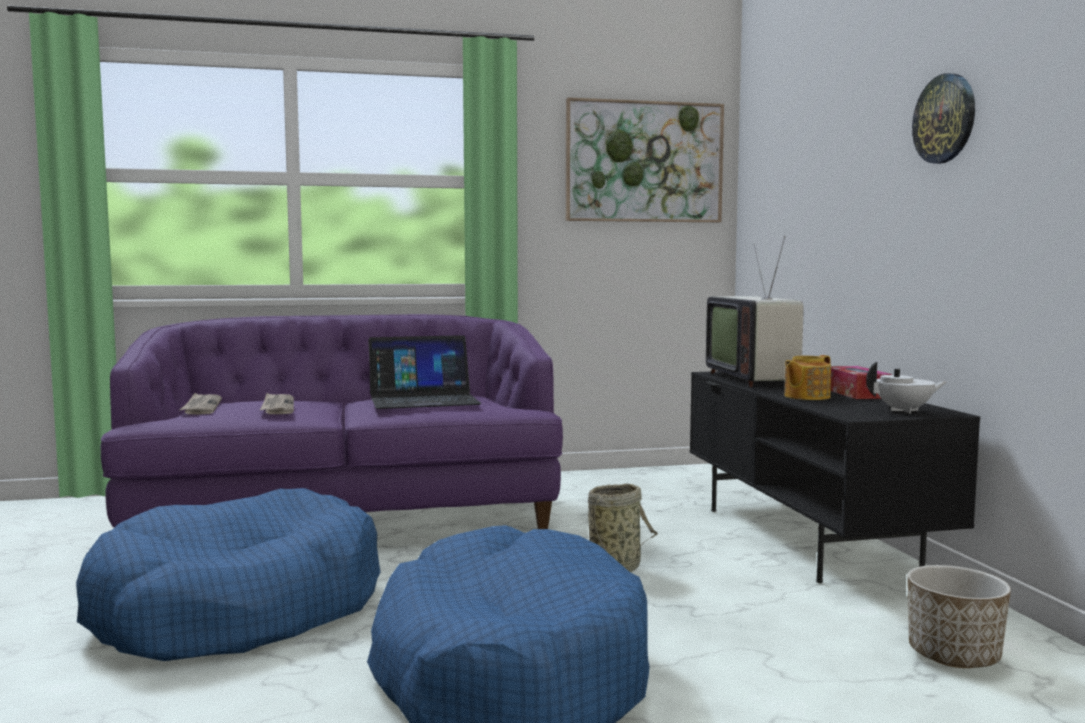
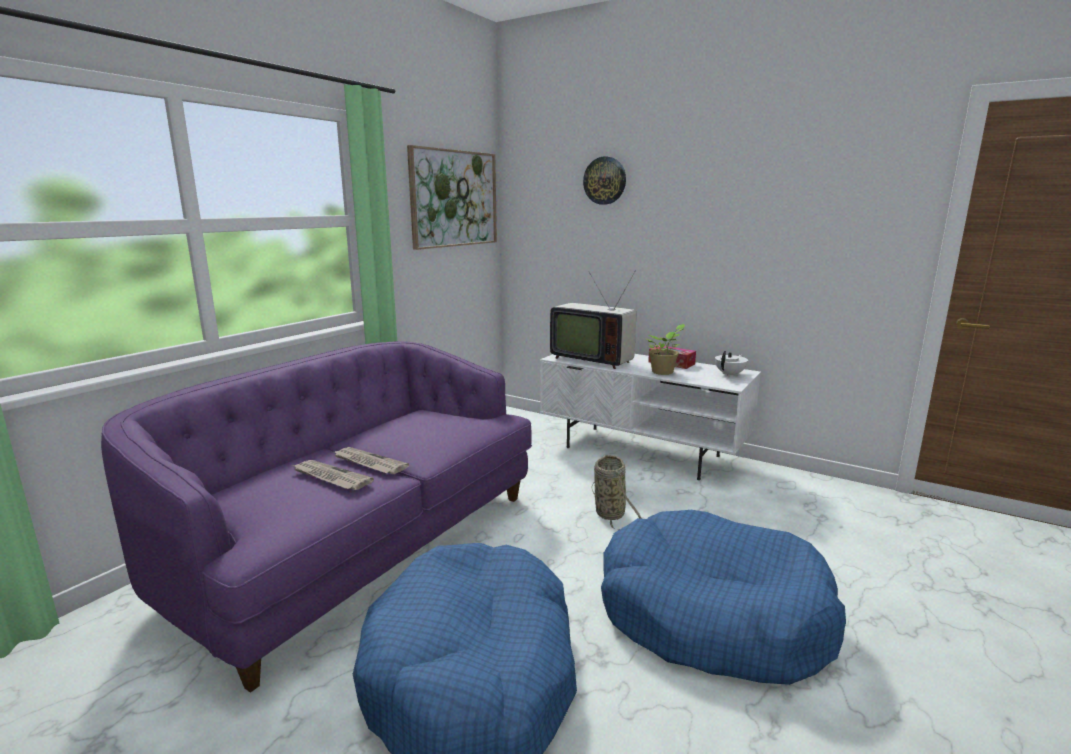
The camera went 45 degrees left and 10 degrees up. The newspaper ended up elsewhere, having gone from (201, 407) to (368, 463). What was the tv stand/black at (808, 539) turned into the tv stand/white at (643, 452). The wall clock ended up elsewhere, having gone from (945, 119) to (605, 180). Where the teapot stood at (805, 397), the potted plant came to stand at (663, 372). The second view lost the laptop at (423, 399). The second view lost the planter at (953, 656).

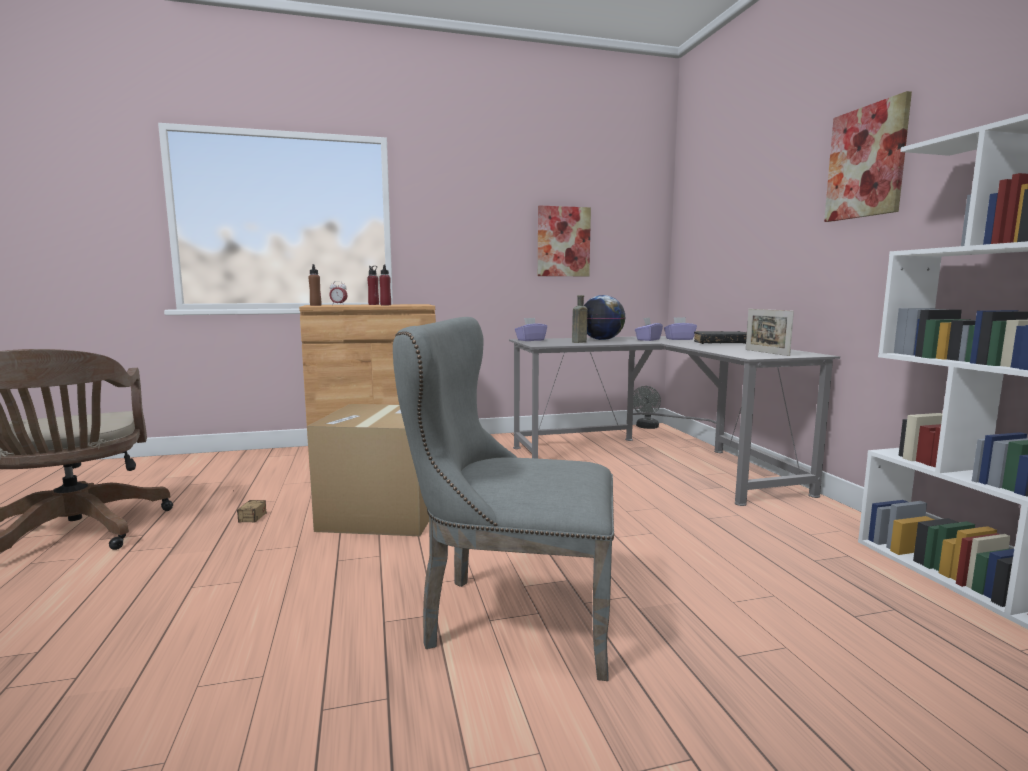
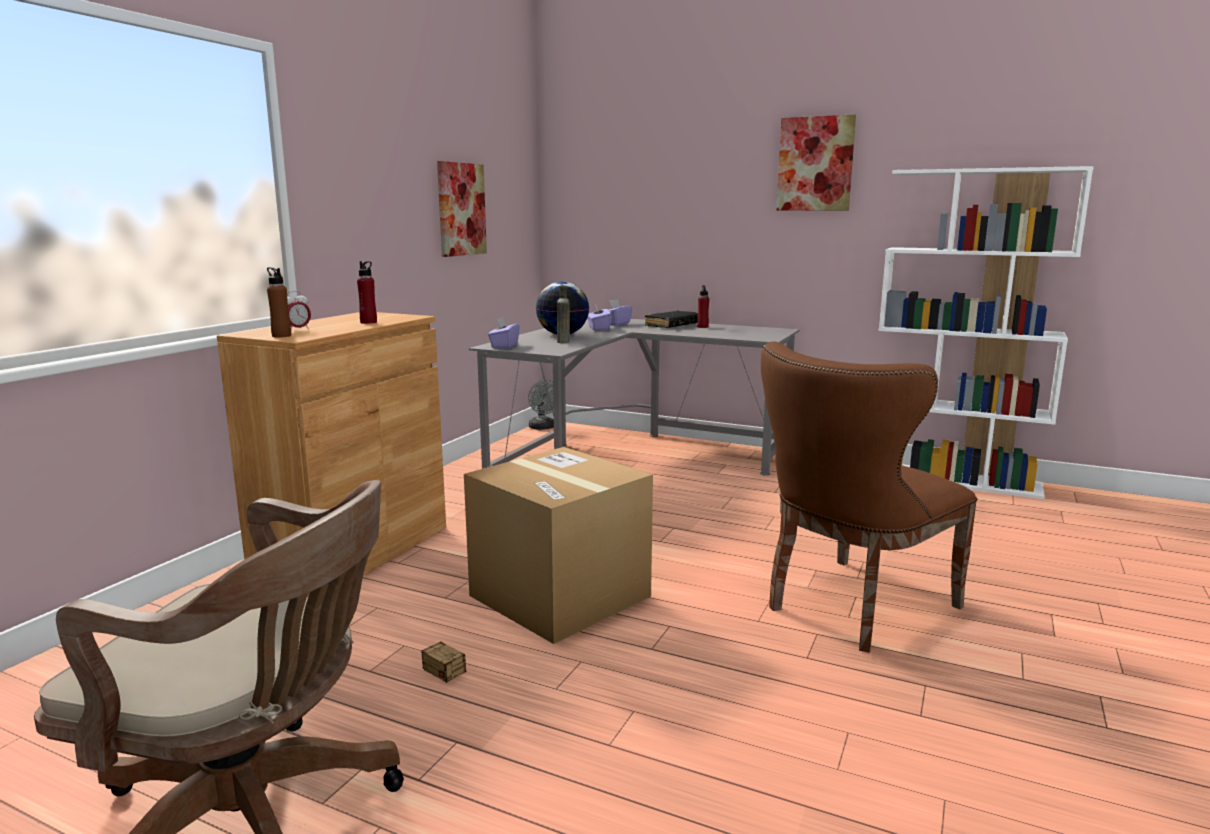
The camera went 50 degrees left and 5 degrees up. The bottle/red ended up elsewhere, having gone from (373, 304) to (702, 327). What was the chair/grey at (508, 617) turned into the chair/brown at (852, 609). The second view lost the picture frame at (766, 352).

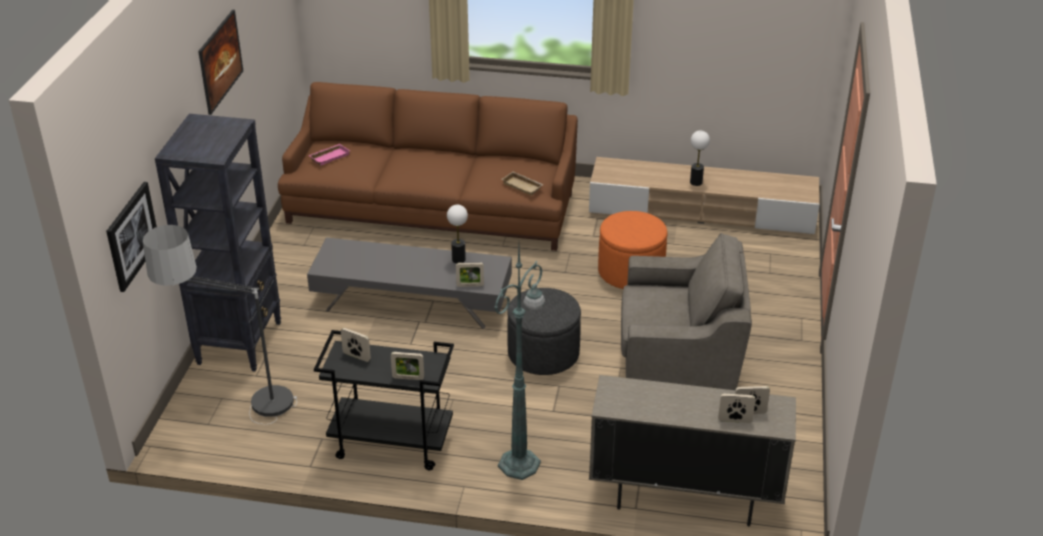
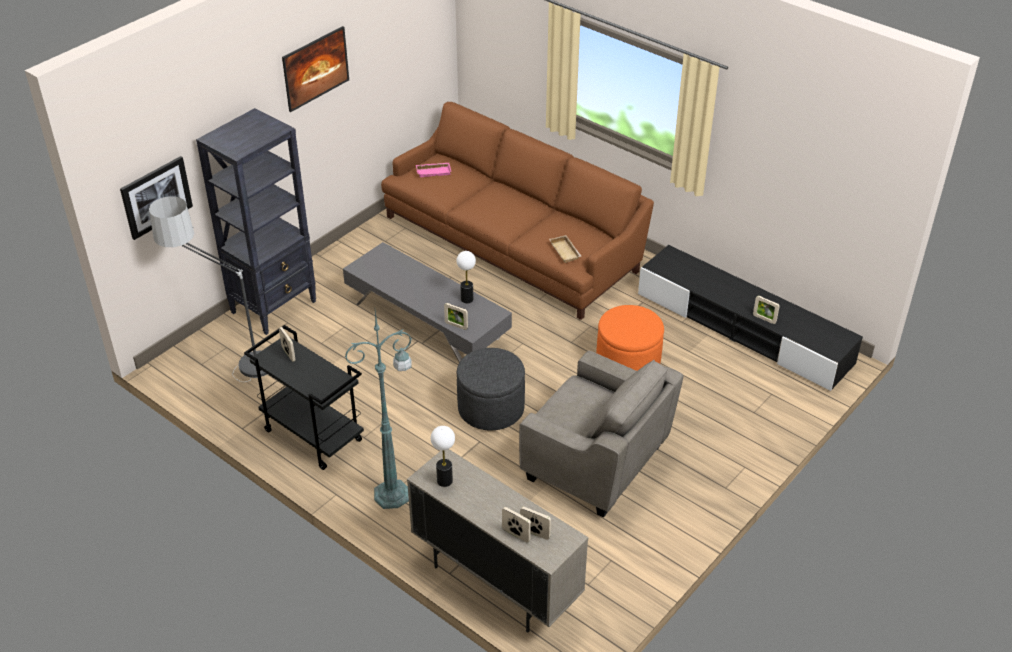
The camera went 30 degrees right and 5 degrees up. The table lamp ended up elsewhere, having gone from (696, 182) to (444, 480). What was the tv stand/beige at (702, 211) turned into the tv stand/black at (743, 329). The picture frame ended up elsewhere, having gone from (408, 378) to (764, 319).

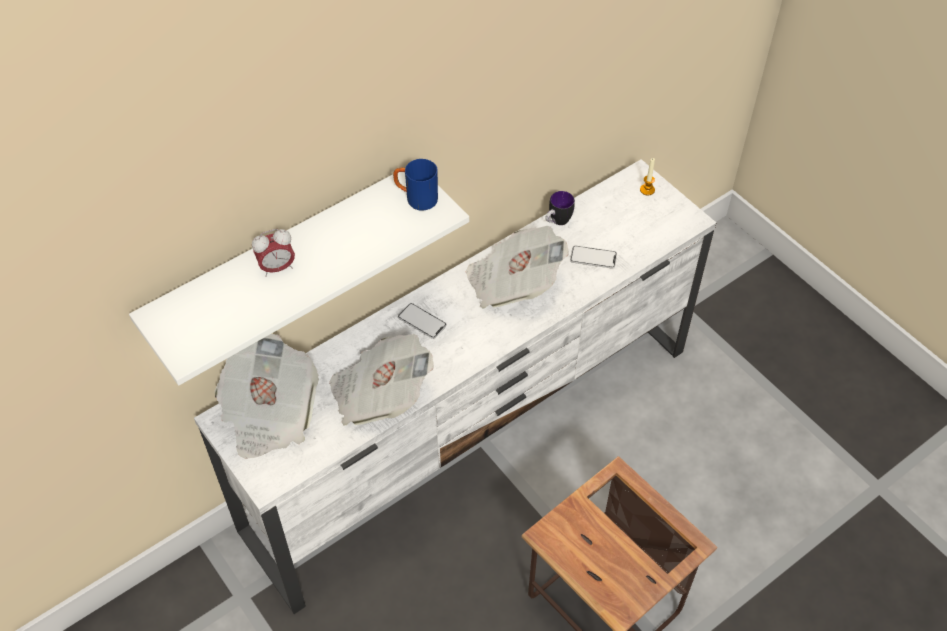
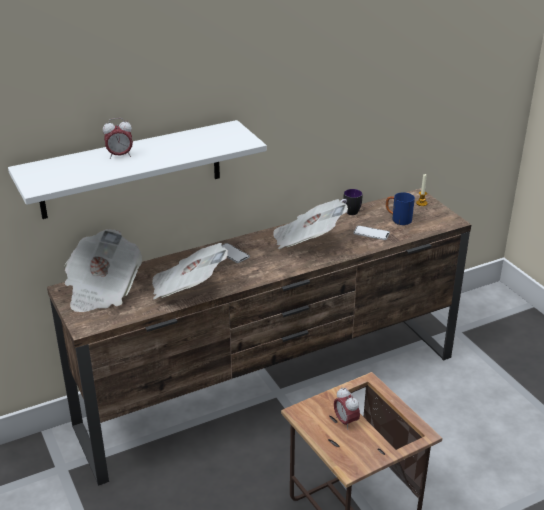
The camera went 10 degrees right and 20 degrees down. What was the tv stand/white at (474, 436) turned into the tv stand/brown at (273, 390). The second view gained the alarm clock at (345, 421). The mug/blue ended up elsewhere, having gone from (416, 198) to (398, 219).

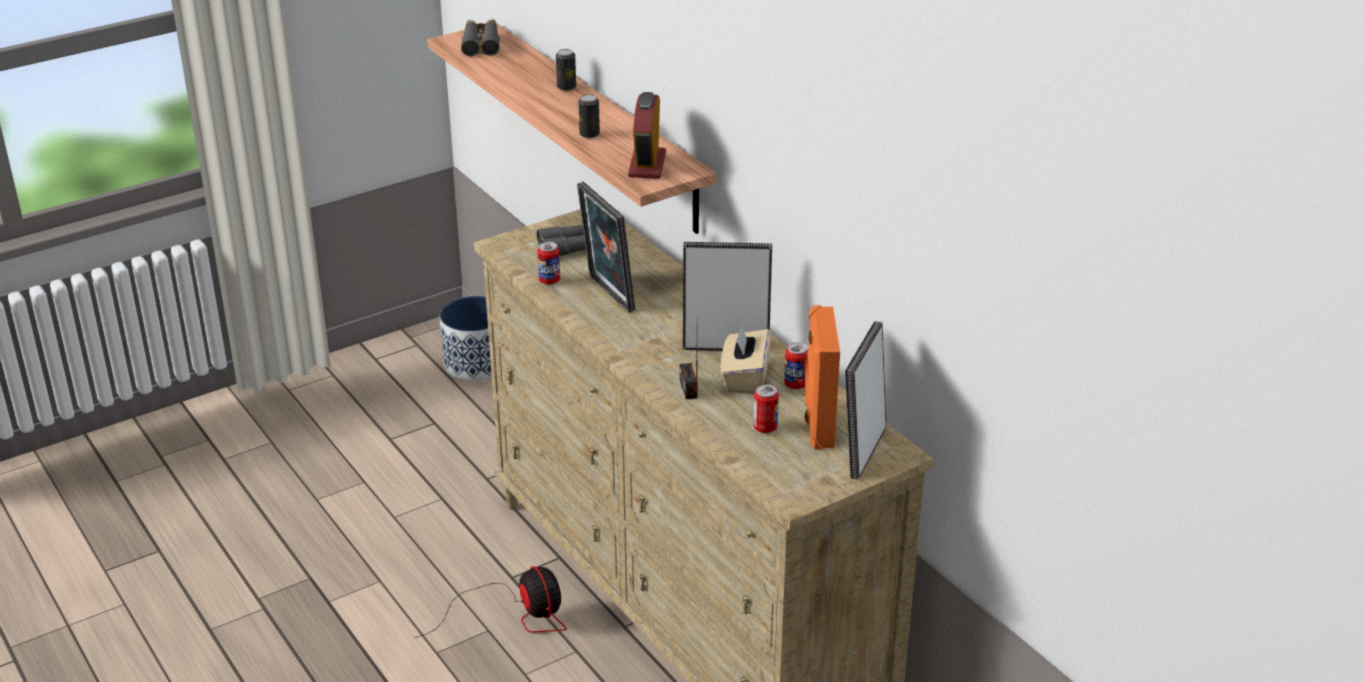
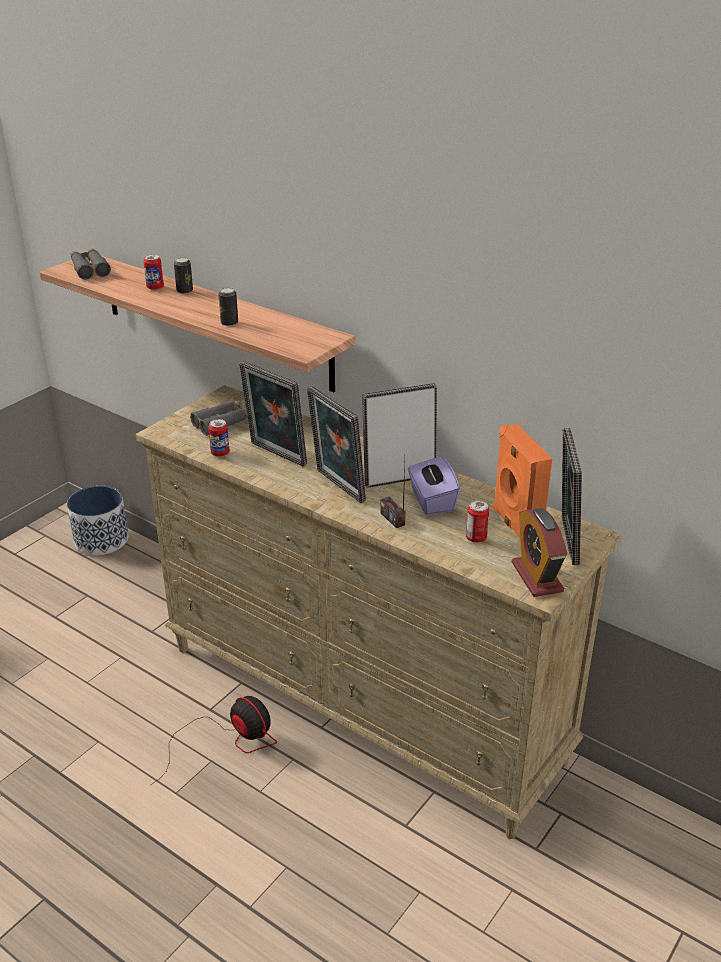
The camera went 20 degrees left and 0 degrees up. The can ended up elsewhere, having gone from (795, 384) to (155, 288). The second view gained the picture frame at (337, 487). What was the tissue box/beige at (745, 378) turned into the tissue box/purple at (431, 500). The alarm clock ended up elsewhere, having gone from (647, 165) to (537, 577).

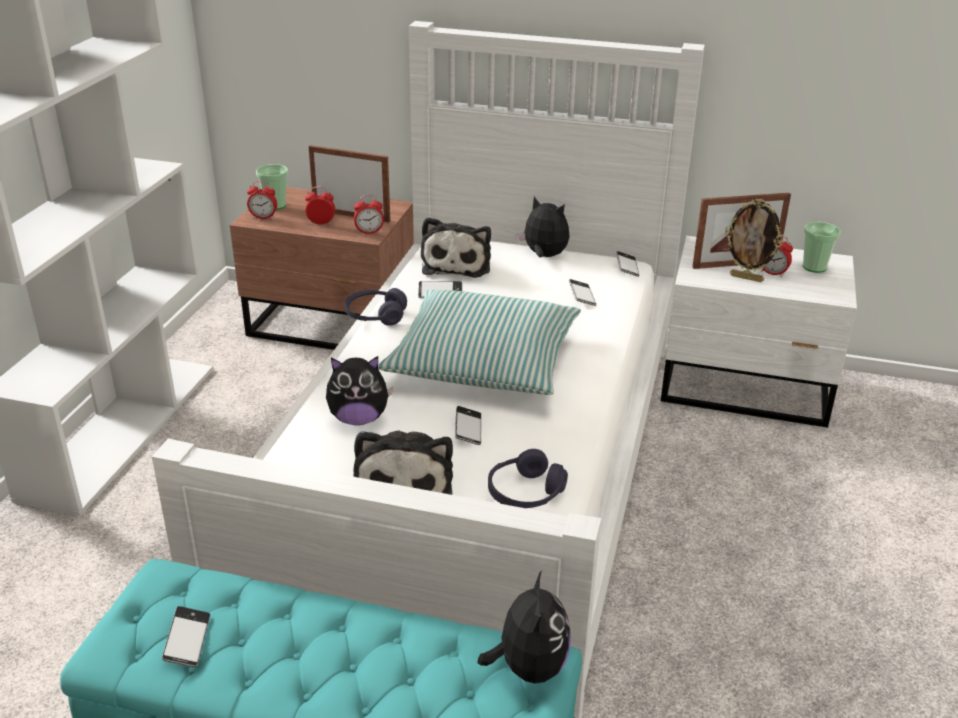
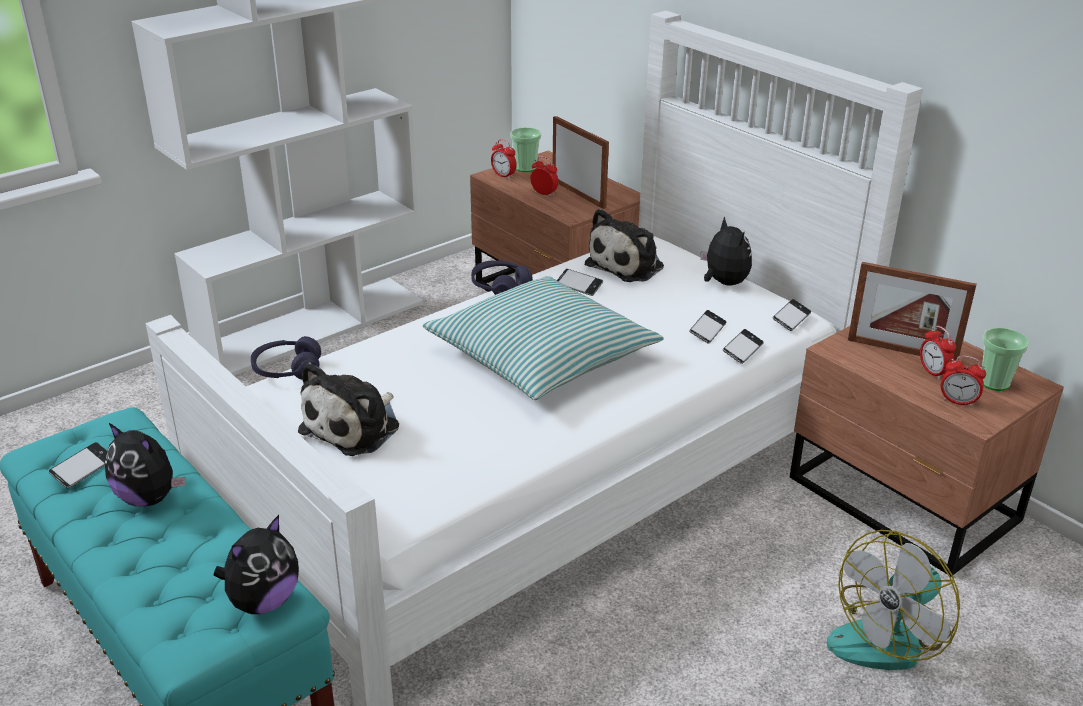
The camera went 35 degrees right and 0 degrees up. The plush toy ended up elsewhere, having gone from (358, 419) to (149, 498). The headphones/purple ended up elsewhere, having gone from (525, 493) to (287, 370). The phone ended up elsewhere, having gone from (468, 429) to (742, 350). What was the nightstand/white at (747, 388) turned into the nightstand/brown at (903, 502). The second view gained the fan at (889, 636). The alarm clock ended up elsewhere, having gone from (369, 232) to (958, 402). The second view lost the picture frame at (747, 278).

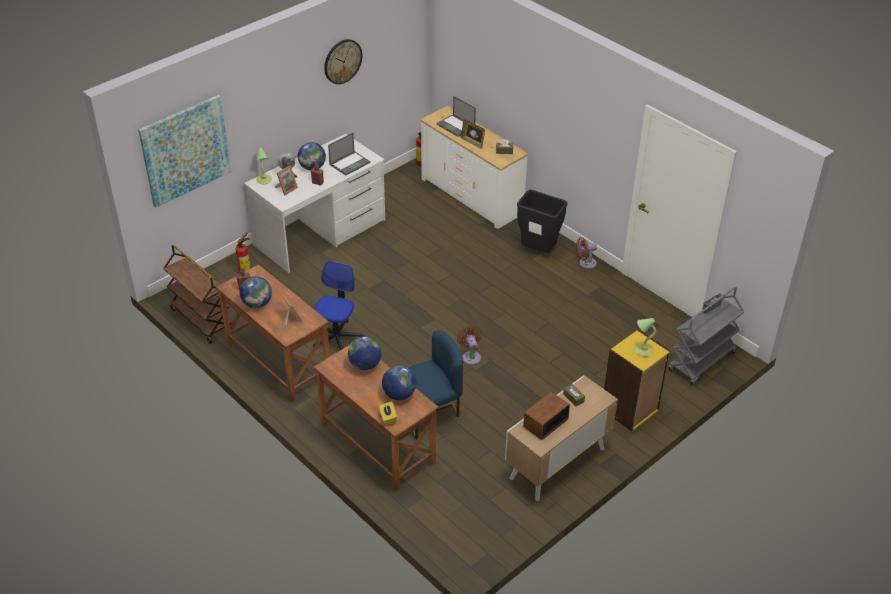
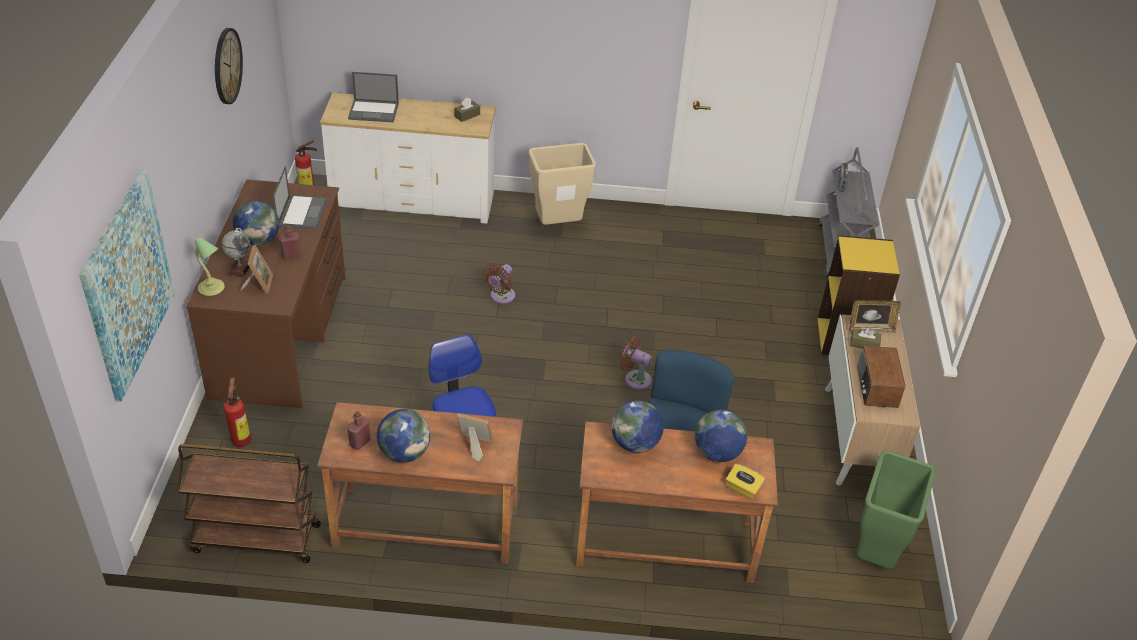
The camera went 45 degrees left and 0 degrees up. What was the desk/white at (320, 232) turned into the desk/brown at (281, 335). The fan/brown ended up elsewhere, having gone from (586, 263) to (501, 297). What was the trash can/black at (539, 251) turned into the trash can/beige at (559, 225). The picture frame ended up elsewhere, having gone from (472, 142) to (870, 329). The second view gained the trash can/green at (876, 555). The second view lost the table lamp at (642, 350).

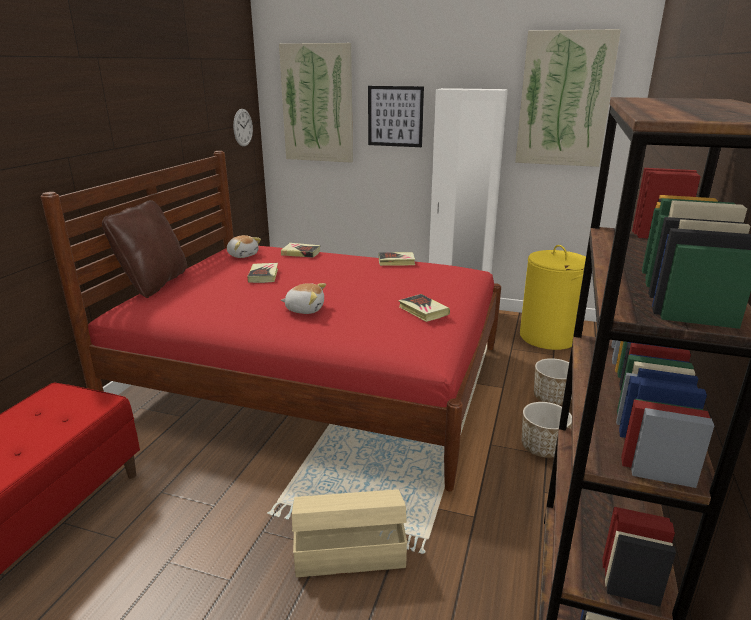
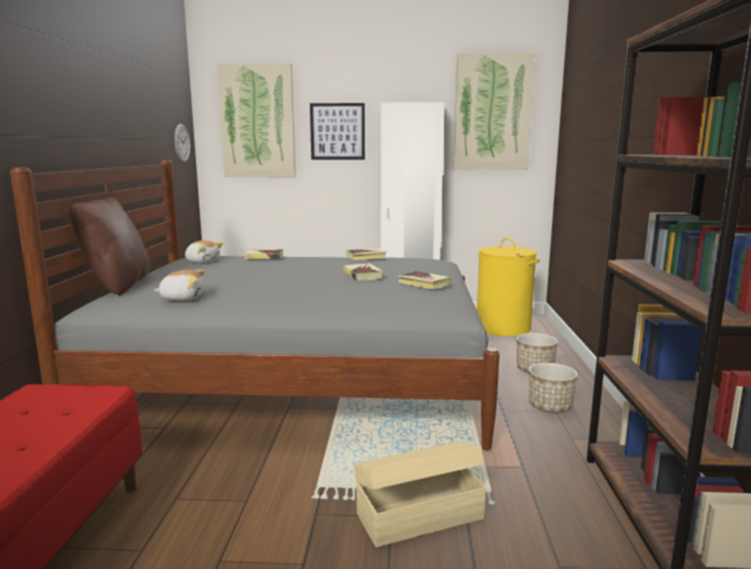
The camera went 15 degrees left and 10 degrees down. What was the bed/red at (315, 379) turned into the bed/grey at (298, 381). The plush toy ended up elsewhere, having gone from (305, 309) to (182, 298). The book ended up elsewhere, having gone from (263, 275) to (363, 275).

